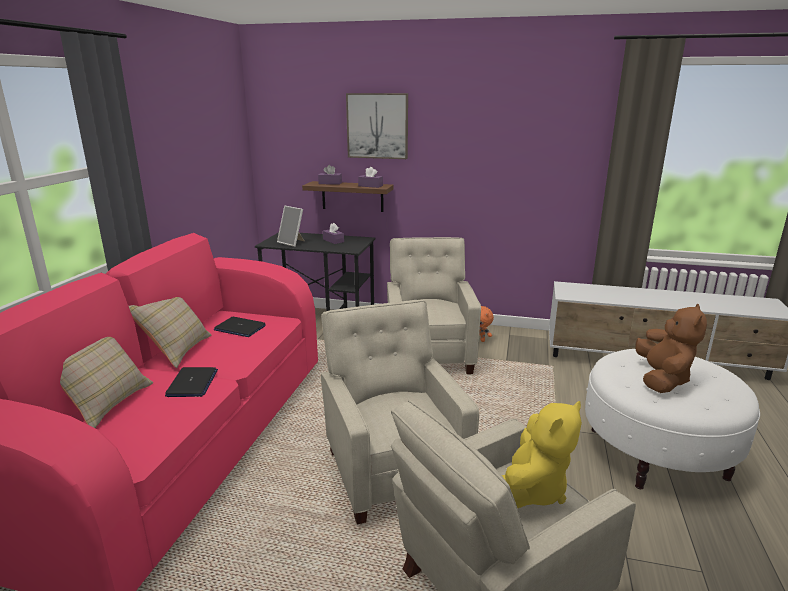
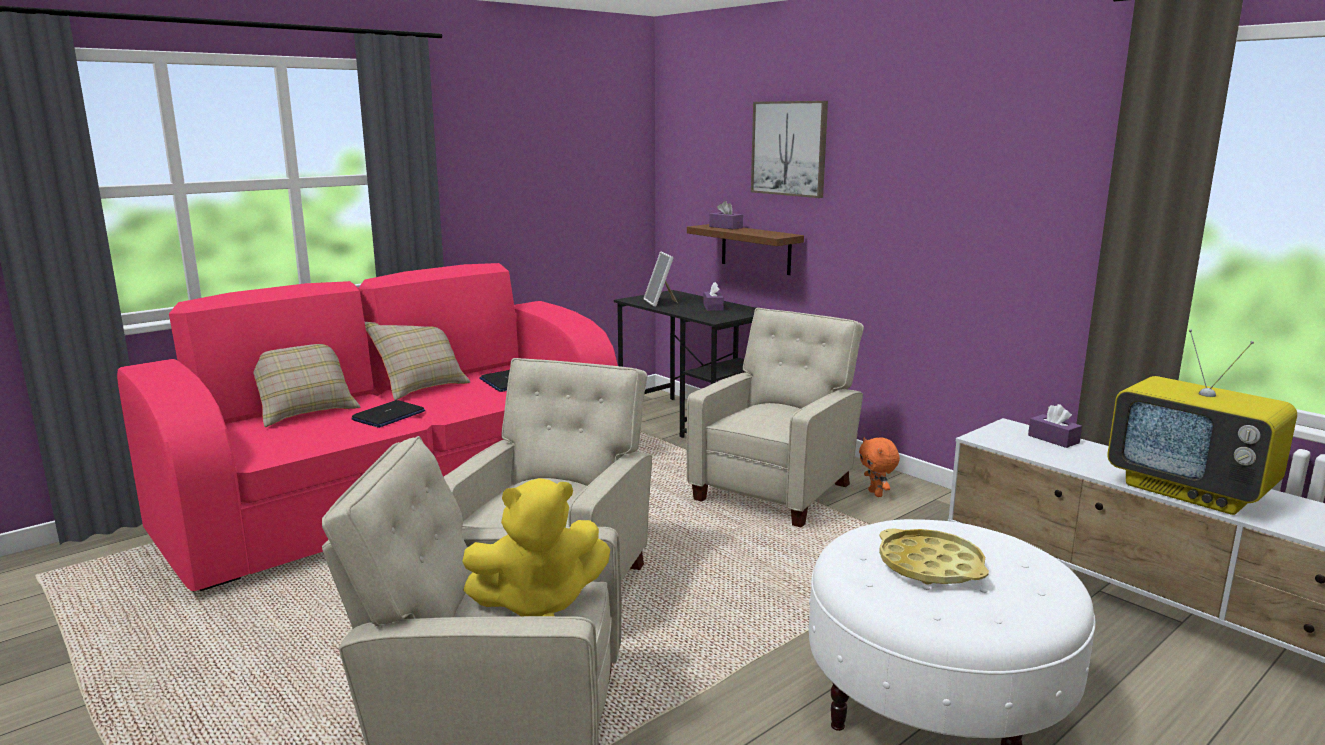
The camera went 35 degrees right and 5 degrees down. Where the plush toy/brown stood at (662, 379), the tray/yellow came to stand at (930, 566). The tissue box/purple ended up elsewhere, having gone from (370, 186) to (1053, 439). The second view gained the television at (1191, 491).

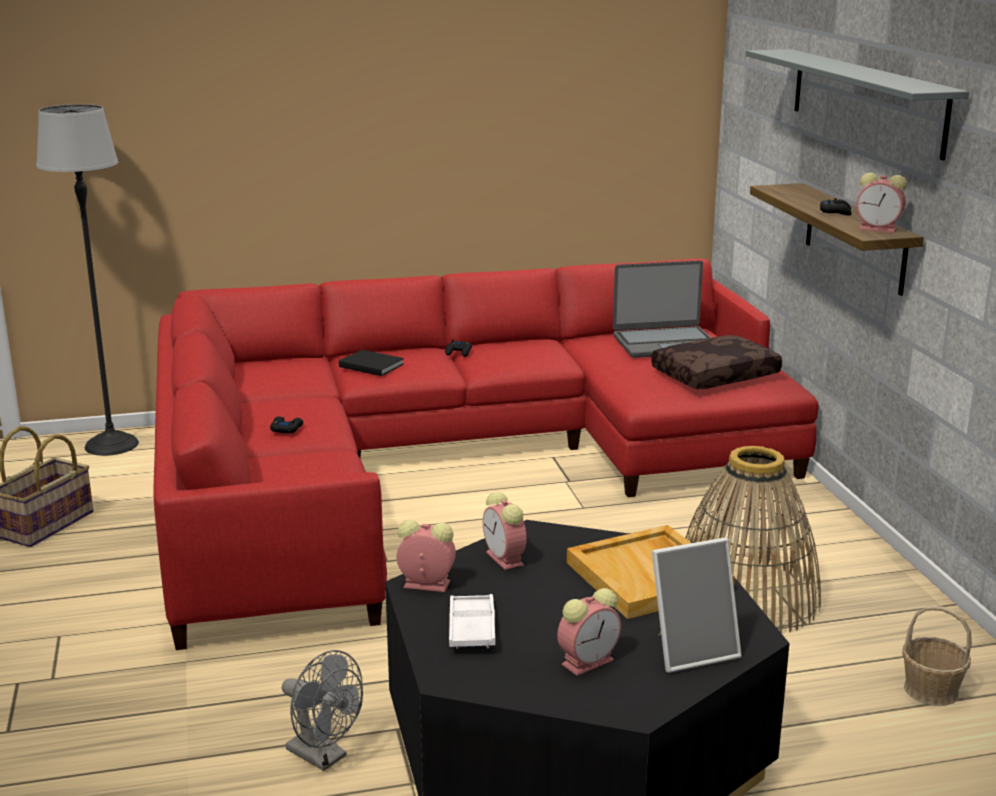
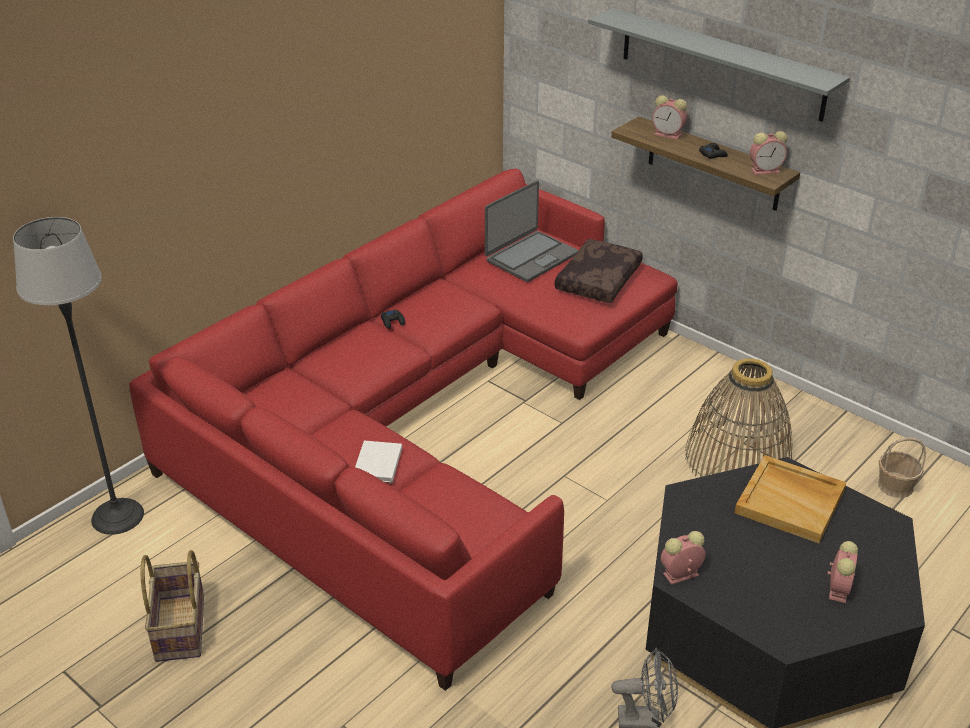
The camera went 35 degrees left and 15 degrees up. Where the game controller/black stood at (286, 429), the book/white came to stand at (376, 464). The alarm clock ended up elsewhere, having gone from (506, 559) to (669, 134). The second view lost the book/black at (370, 365). The second view lost the tray/white at (472, 628). The second view lost the picture frame at (691, 651).

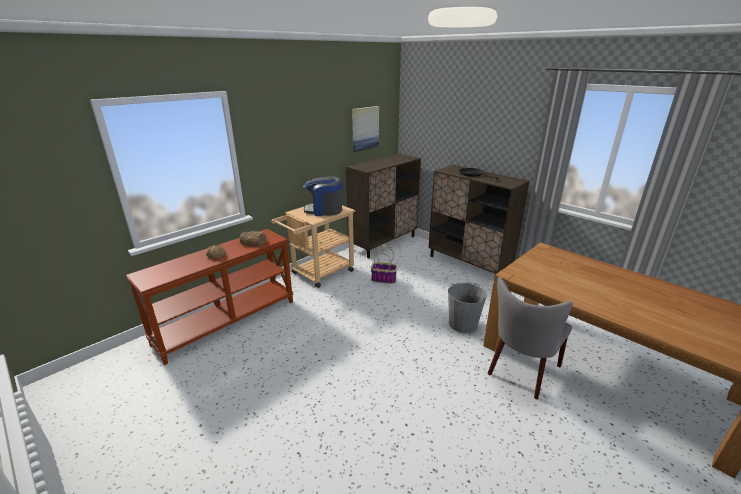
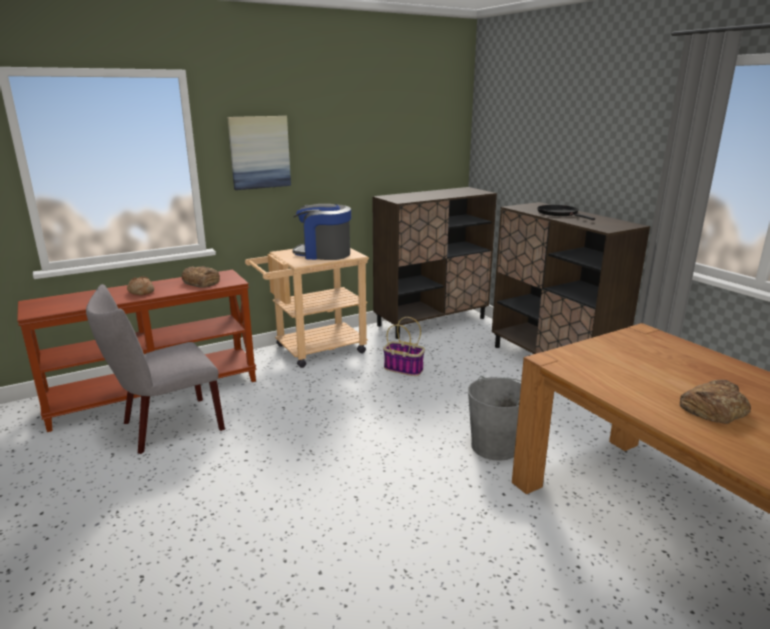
The camera went 15 degrees right and 5 degrees down. The chair/grey ended up elsewhere, having gone from (521, 372) to (166, 427). The picture ended up elsewhere, having gone from (365, 128) to (259, 152). The second view gained the bread at (713, 408).

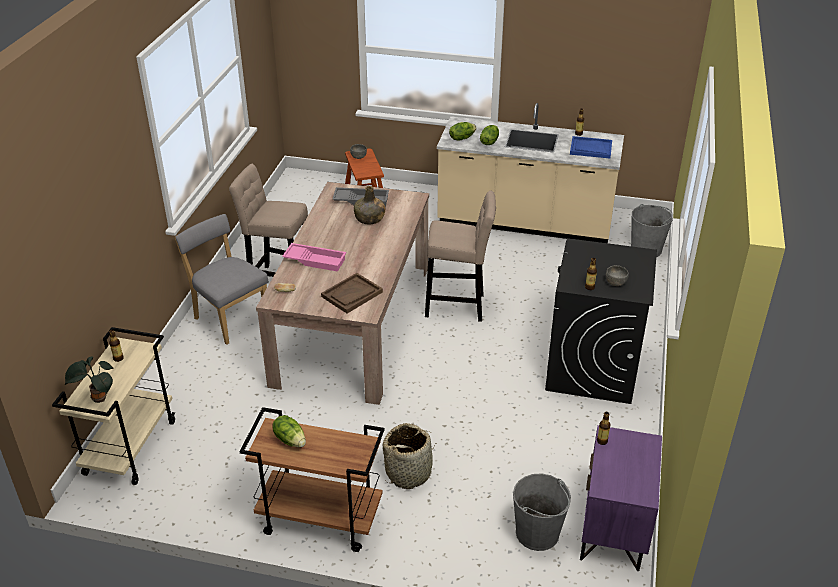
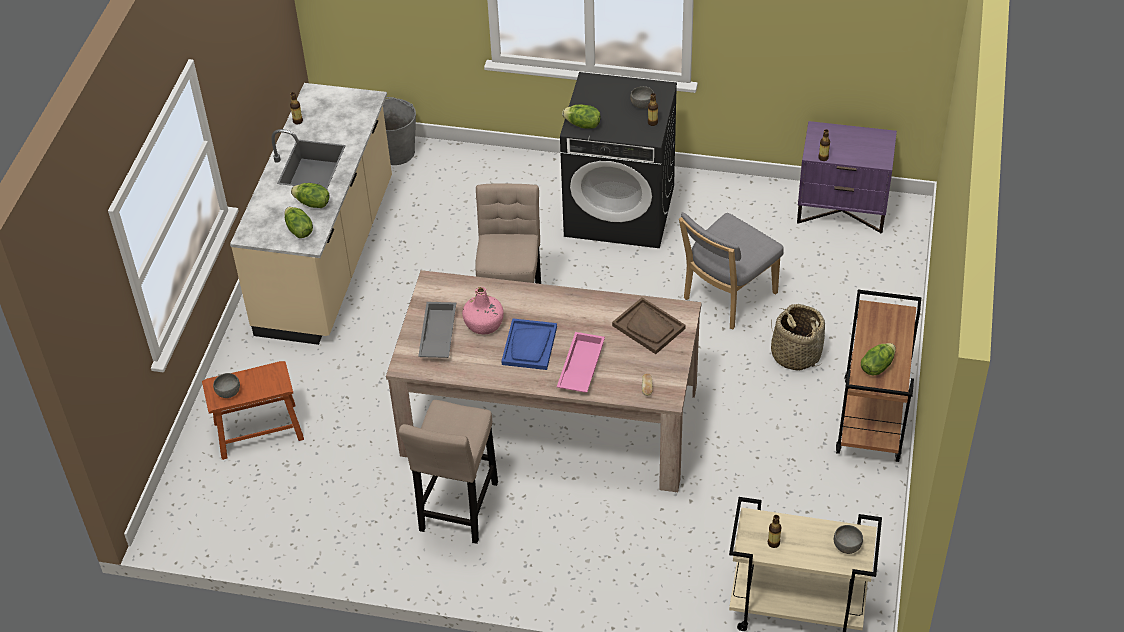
The camera went 90 degrees left and 10 degrees up. What was the bottle/green at (369, 219) turned into the bottle/pink at (484, 323). The tray/blue ended up elsewhere, having gone from (590, 149) to (529, 346). The second view gained the lettuce at (582, 125). The chair/grey ended up elsewhere, having gone from (230, 318) to (726, 298). Where the potted plant stood at (97, 399), the bowl/grey came to stand at (846, 545). The second view lost the bucket/grey at (537, 533).

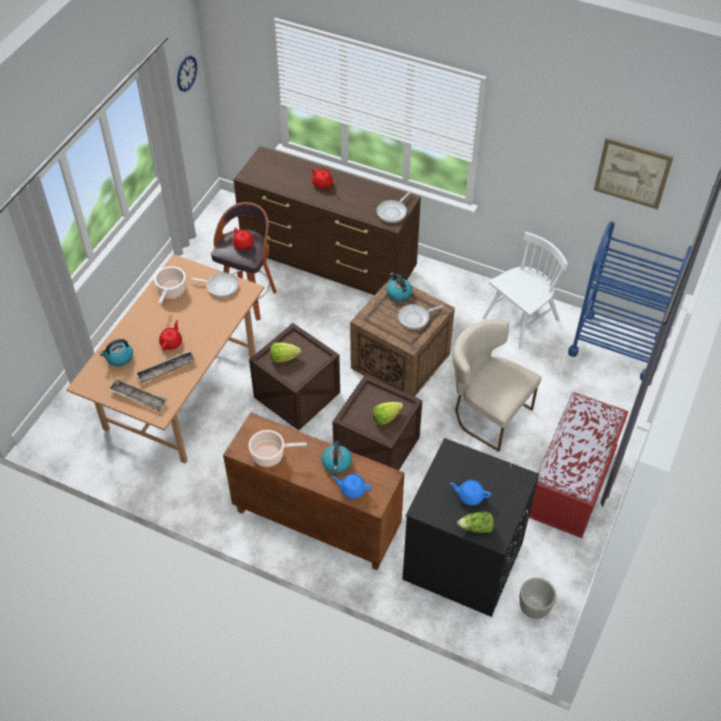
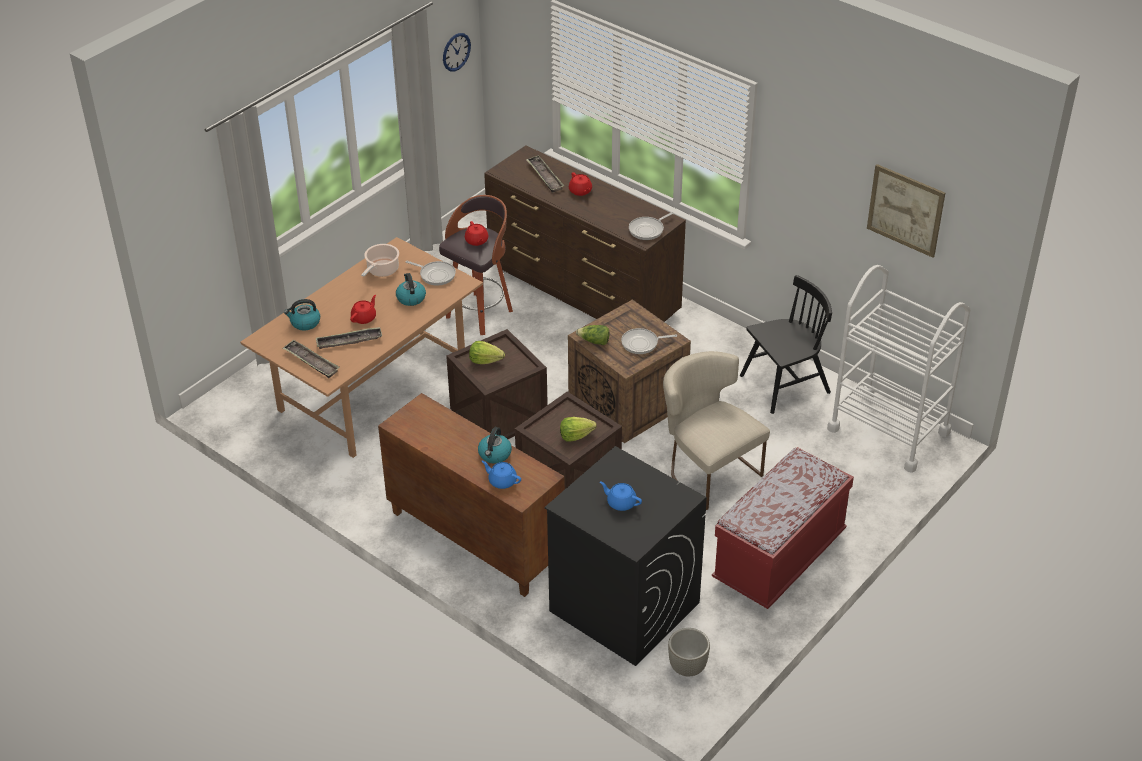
The camera went 15 degrees right and 10 degrees down. The kettle ended up elsewhere, having gone from (398, 293) to (410, 298). The second view gained the tray at (545, 176). The lettuce ended up elsewhere, having gone from (476, 528) to (594, 341). What was the chair/white at (521, 319) turned into the chair/black at (784, 385). What was the cart/blue at (616, 346) turned into the cart/white at (888, 430). The second view lost the cooking pot at (270, 455).

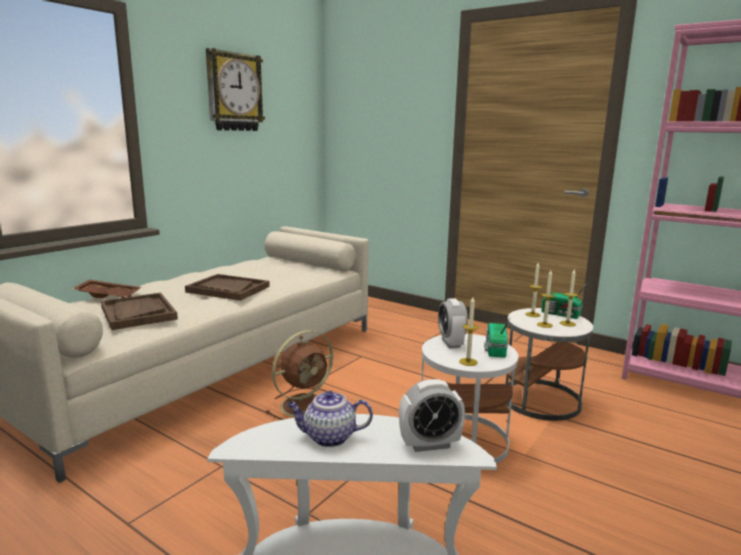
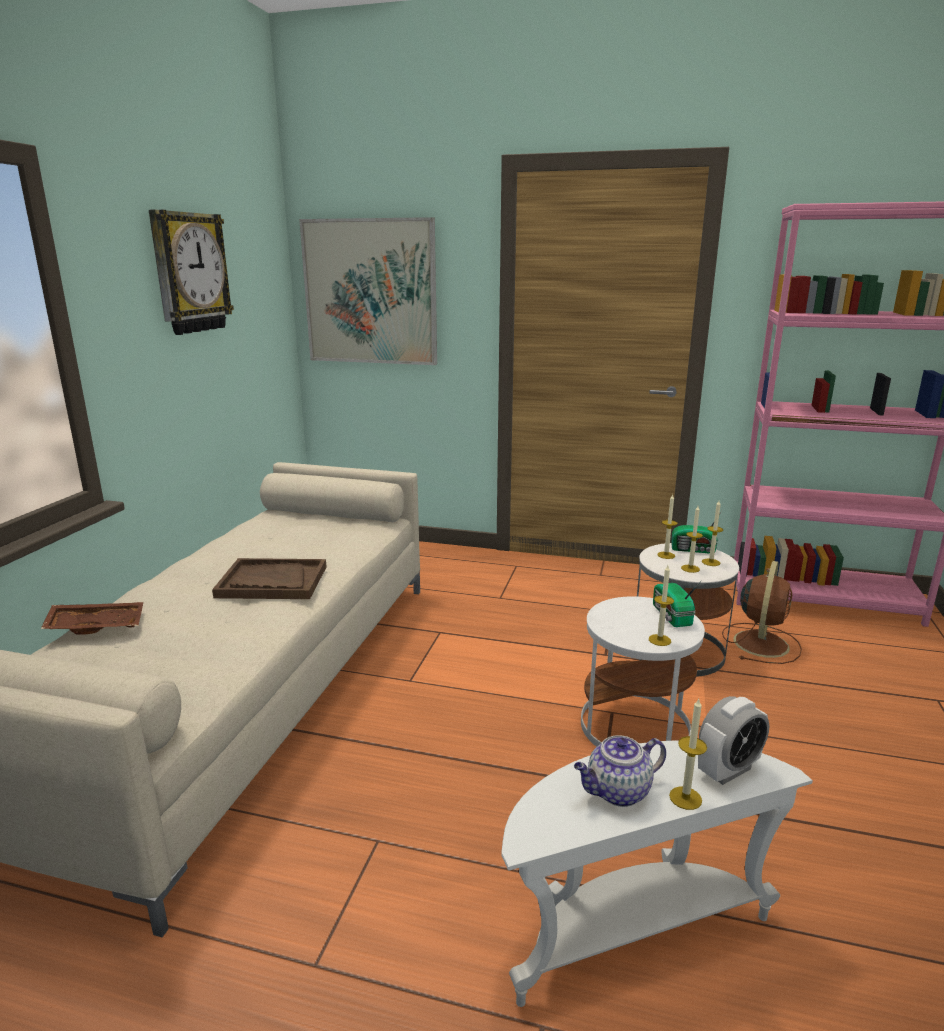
The camera went 20 degrees left and 5 degrees up. The second view gained the picture at (370, 292). The second view gained the candle at (685, 798). The fan/brown ended up elsewhere, having gone from (306, 405) to (761, 642). The second view lost the tray/brown at (138, 313). The second view lost the alarm clock at (451, 343).

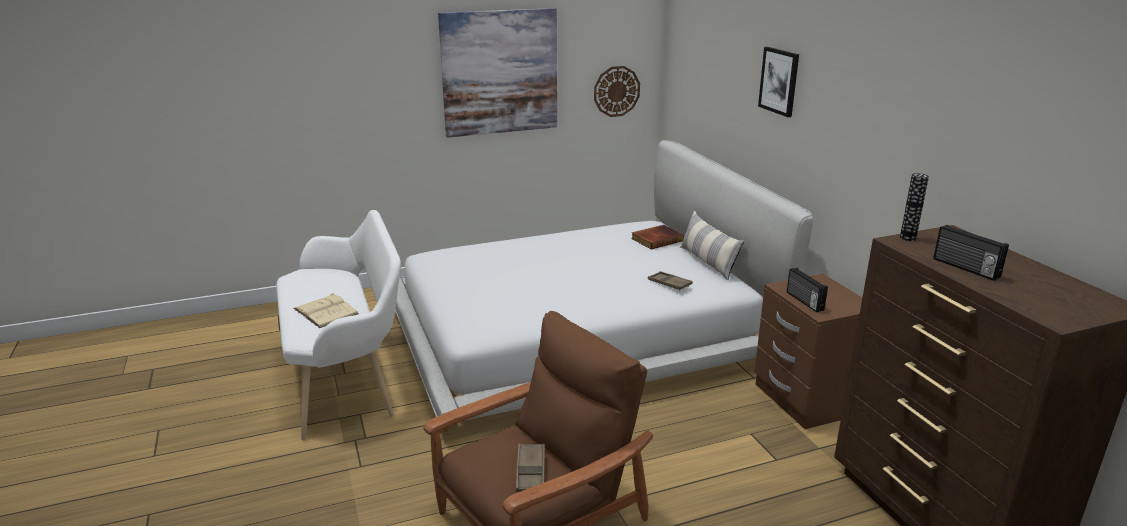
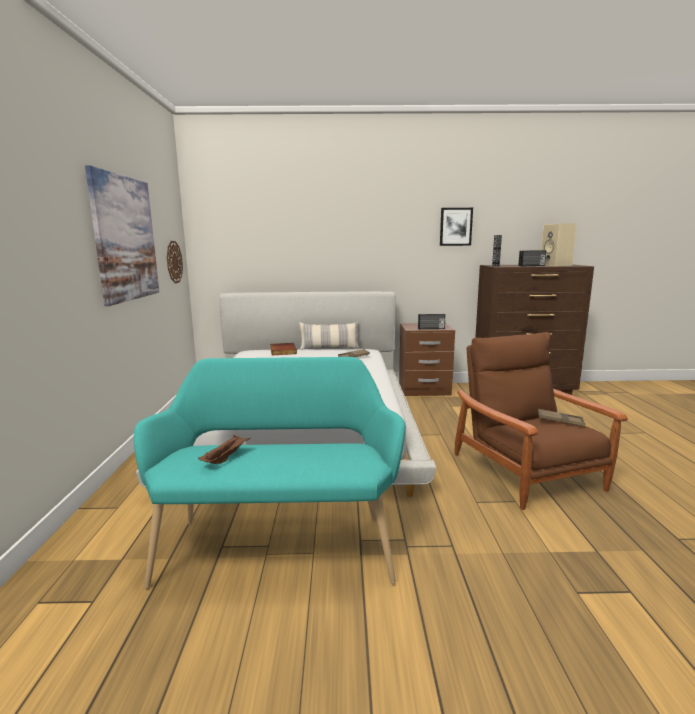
The camera went 70 degrees left and 10 degrees down. What was the bench/white at (347, 377) turned into the bench/turquoise at (279, 544). The second view gained the tray/brown at (225, 458). The picture ended up elsewhere, having gone from (779, 81) to (455, 226). The second view gained the speaker/beige at (556, 265). The second view lost the book/beige at (326, 311).

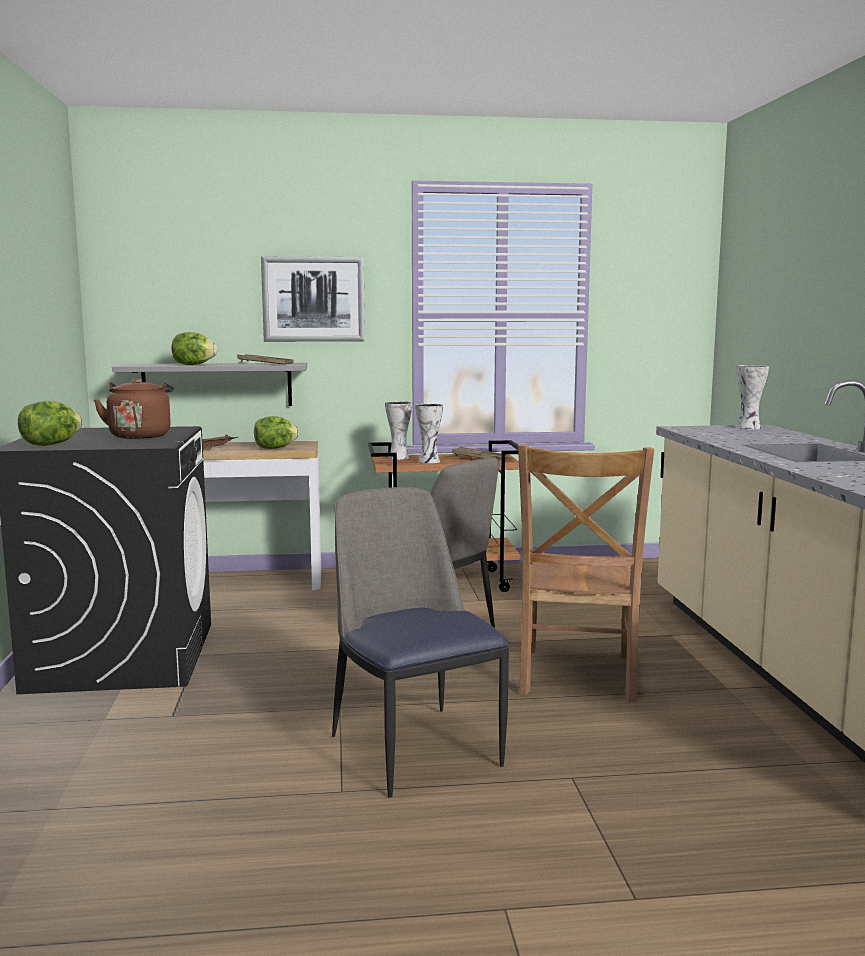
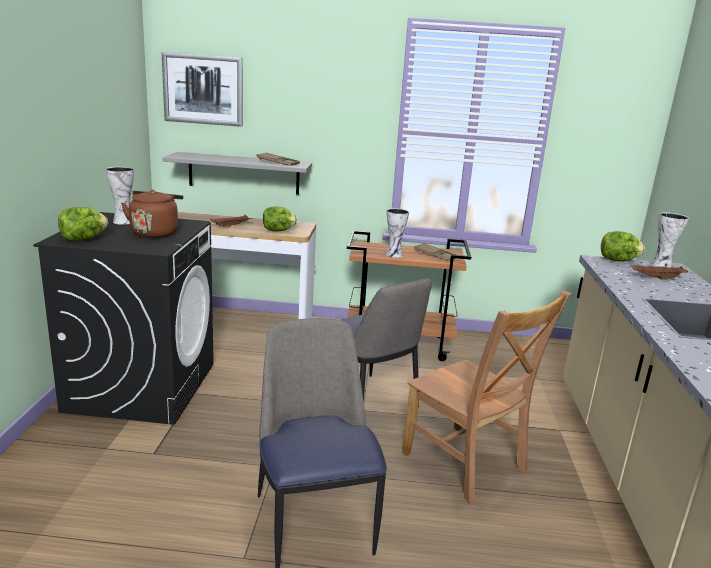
The camera went 10 degrees right and 10 degrees up. The vase ended up elsewhere, having gone from (398, 457) to (123, 221). The picture ended up elsewhere, having gone from (313, 299) to (203, 89). The chair/brown at (576, 677) ended up facing another way, 60 degrees counterclockwise from before. The lettuce ended up elsewhere, having gone from (193, 365) to (617, 260). The second view gained the tray/brown at (656, 278).

